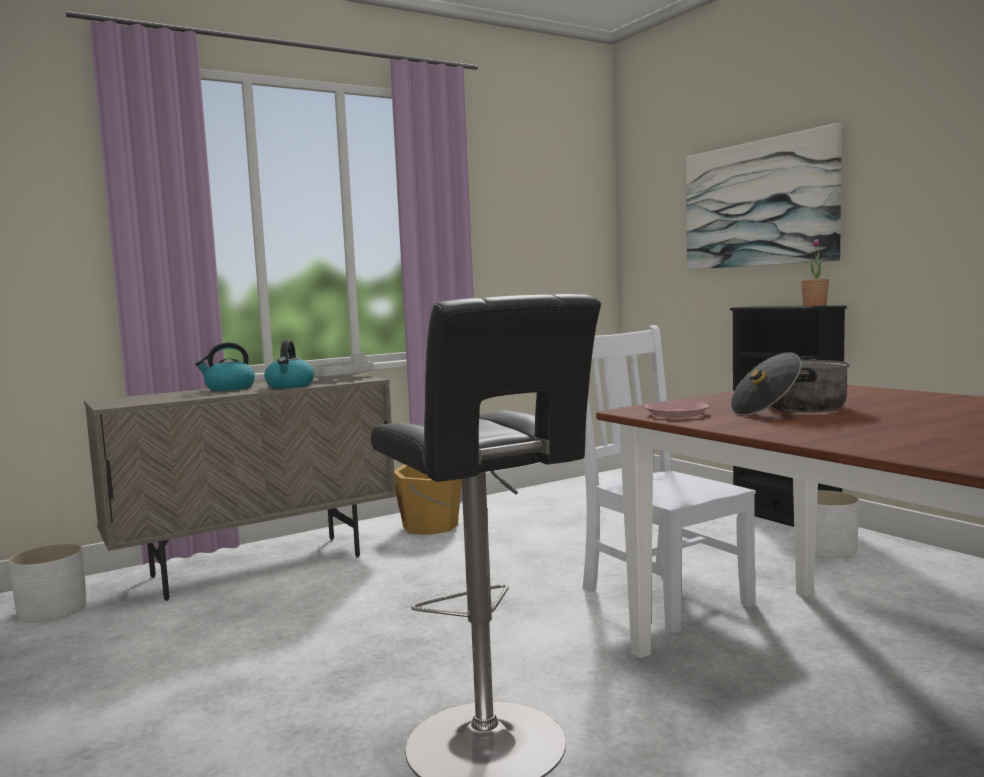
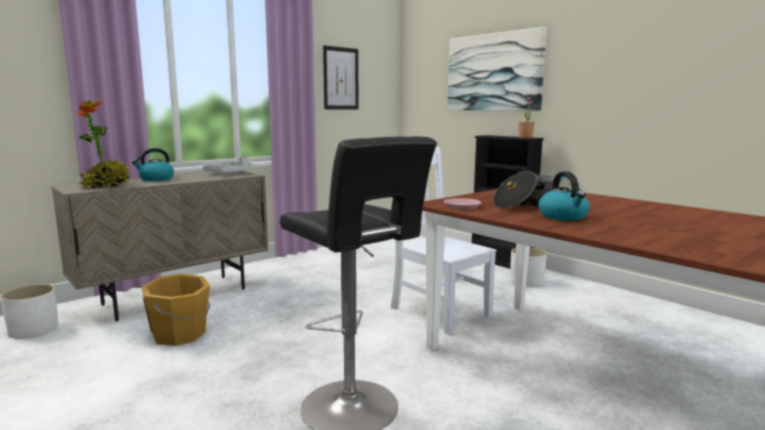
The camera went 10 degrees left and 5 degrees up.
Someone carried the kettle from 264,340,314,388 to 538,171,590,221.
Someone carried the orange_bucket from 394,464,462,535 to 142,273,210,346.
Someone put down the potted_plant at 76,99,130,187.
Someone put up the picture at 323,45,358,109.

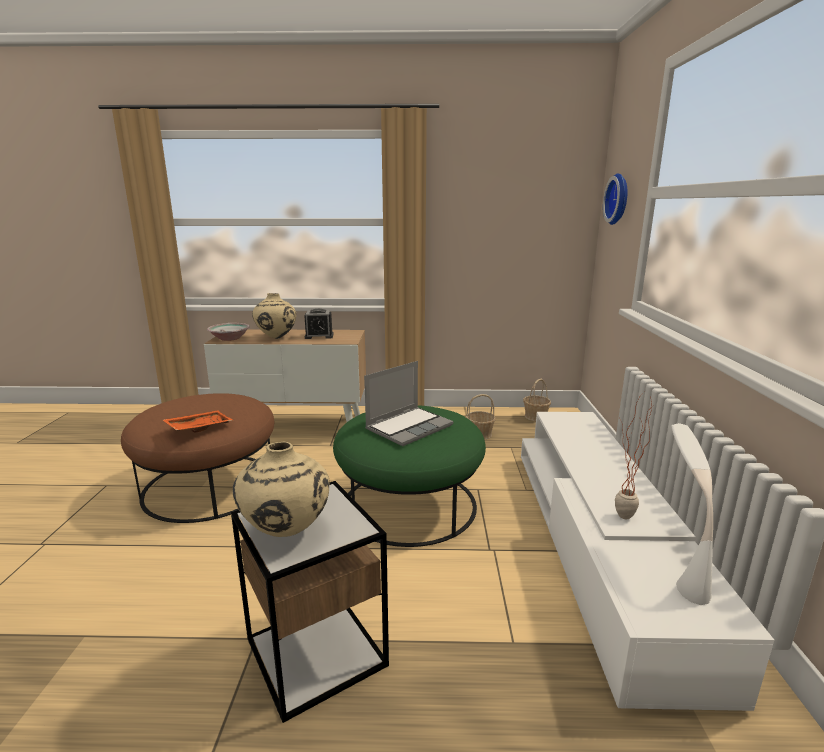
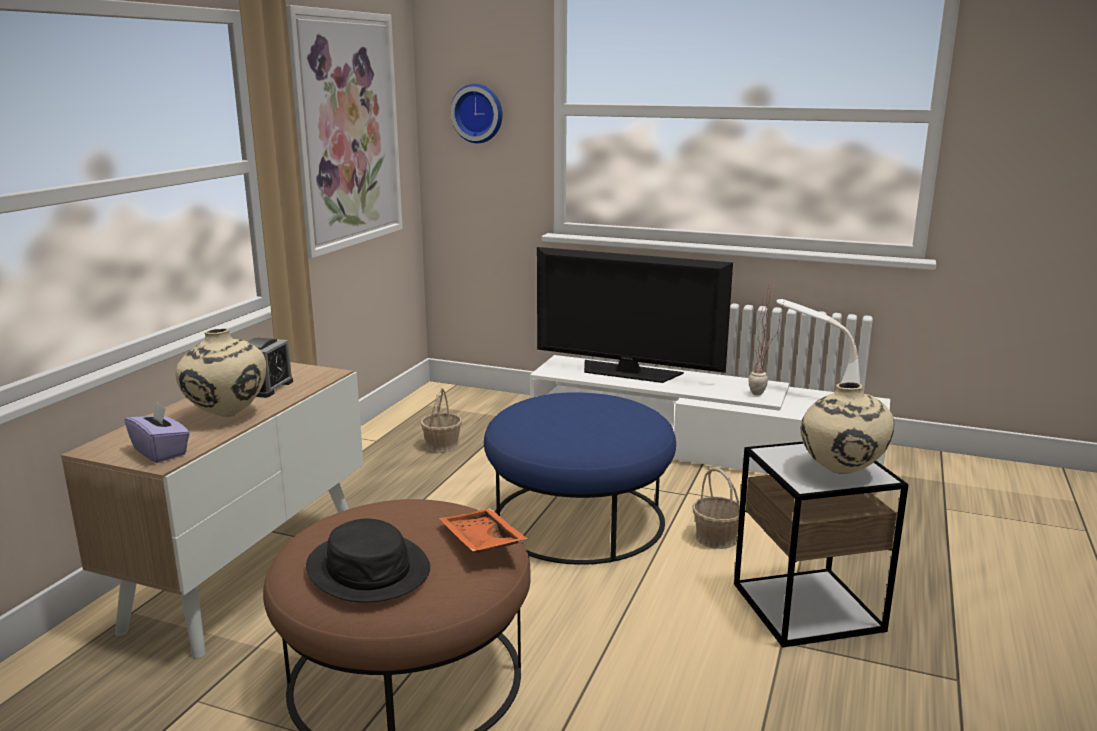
The camera went 70 degrees left and 0 degrees up.
Someone swapped the bowl at 207,323,250,341 for the purple_tissue_box at 125,401,190,463.
Someone repainted the green_ottoman at 333,405,486,547, which became the blue_ottoman at 484,392,676,565.
Someone took away the laptop at 364,361,453,446.
Someone carried the basket from 523,379,551,421 to 692,467,740,549.
Someone put up the picture at 286,5,403,259.
Someone put down the black_hat at 306,519,430,603.
Someone put down the television at 537,247,733,383.

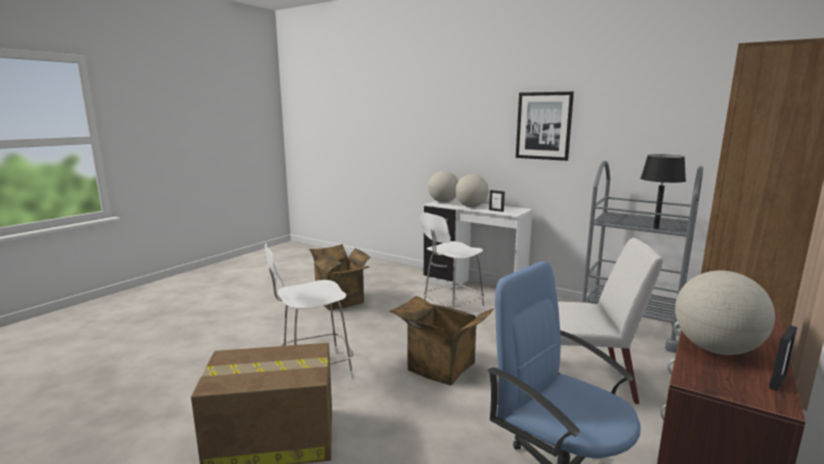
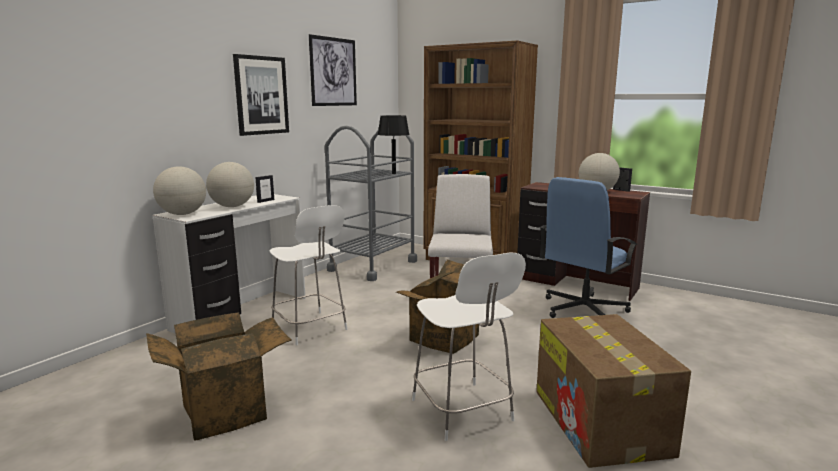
The camera went 90 degrees left and 0 degrees up.
Someone put up the picture at 309,34,357,106.

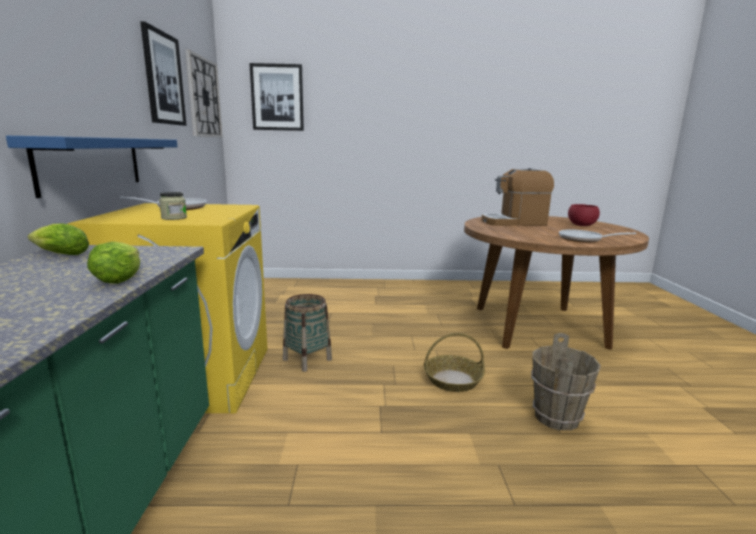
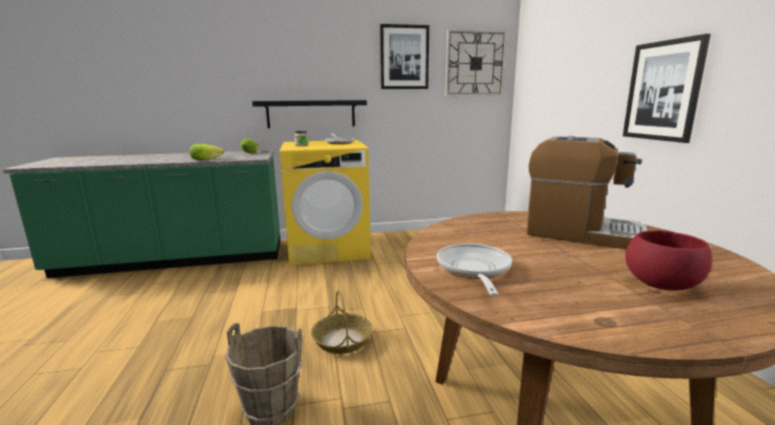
The camera went 80 degrees right and 0 degrees up.
Someone repainted the blue_shelf at 6,136,178,198, which became the black_shelf at 252,100,367,128.
Someone carried the picture from 249,63,304,131 to 623,34,711,143.
Someone took away the basket at 283,294,332,372.
Someone rotated the coffee_machine at 481,168,554,226 by 135 degrees clockwise.

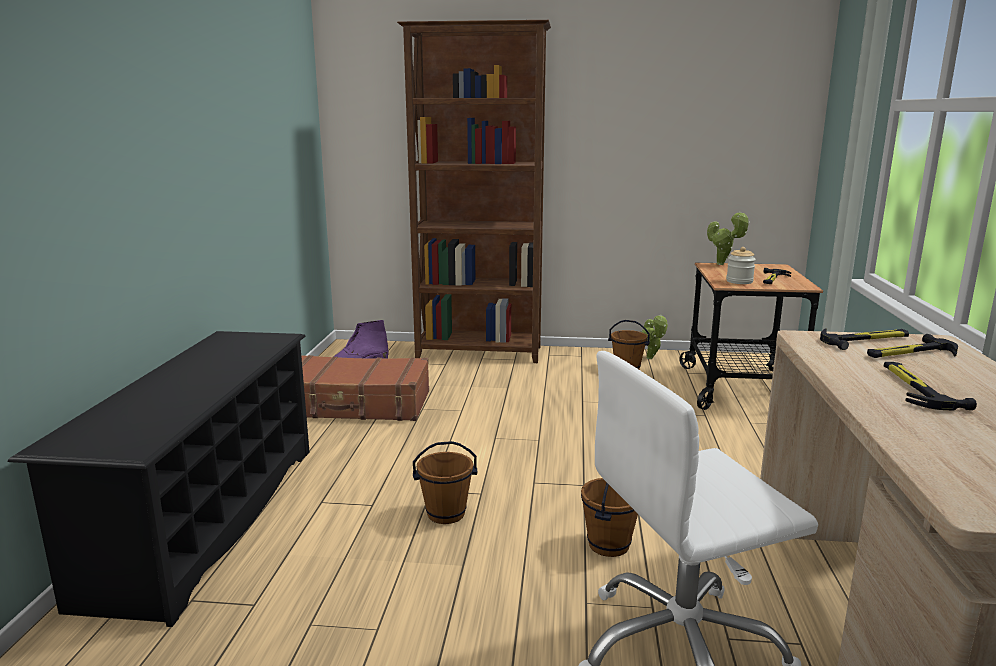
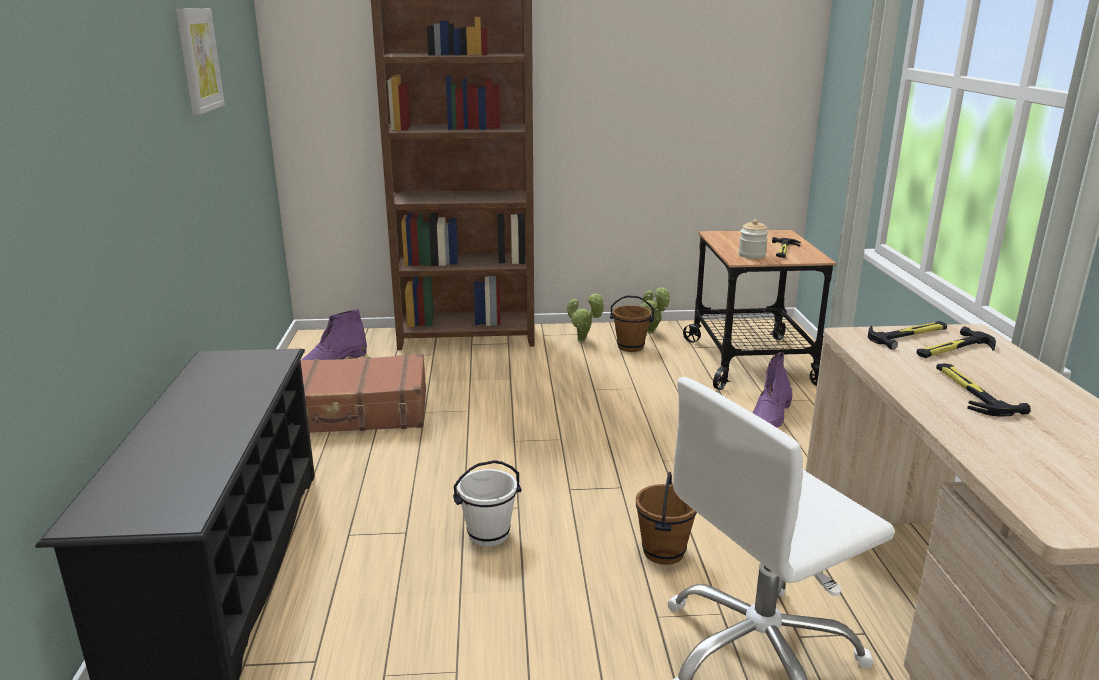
The camera went 10 degrees left and 5 degrees up.
Someone repainted the brown_bucket at 413,441,477,524, which became the white_bucket at 453,460,521,547.
Someone carried the potted_plant from 707,211,750,265 to 567,292,605,342.
Someone put up the picture at 176,8,225,115.
Someone put down the purple_boot at 753,352,793,428.

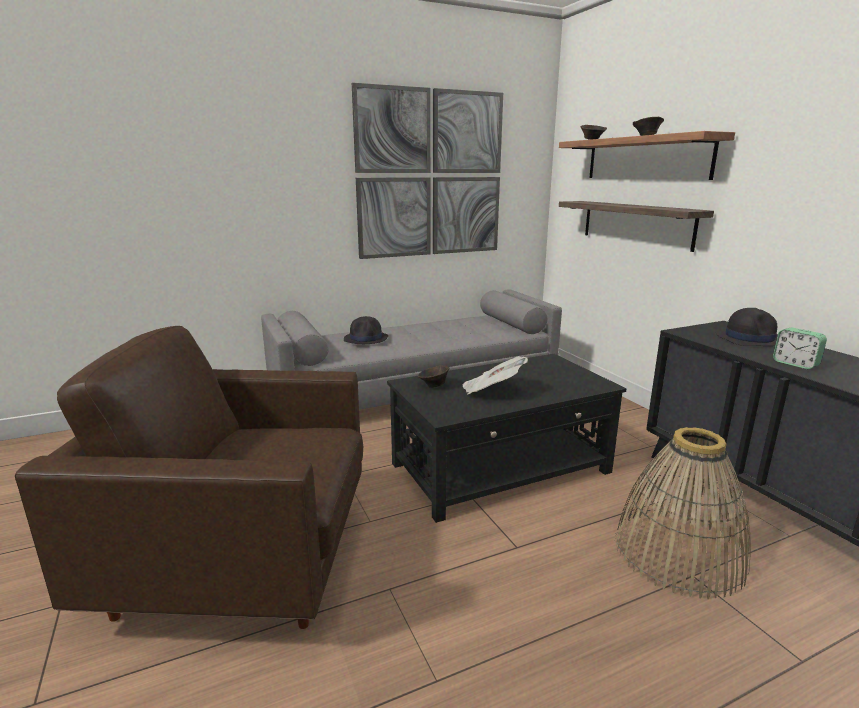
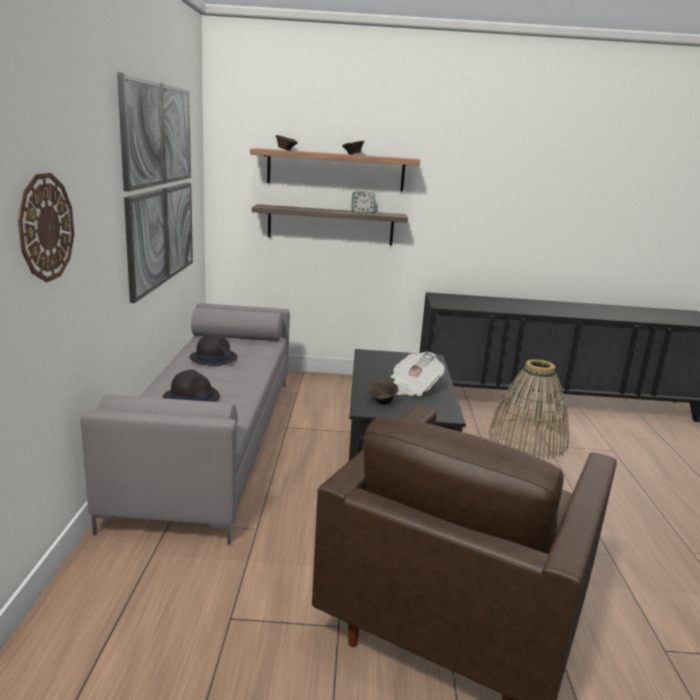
The camera went 65 degrees left and 0 degrees up.
Someone carried the black_hat from 716,308,778,346 to 190,334,238,366.
Someone carried the alarm_clock from 773,328,827,369 to 351,191,375,213.
Someone put up the wall_clock at 18,173,74,282.

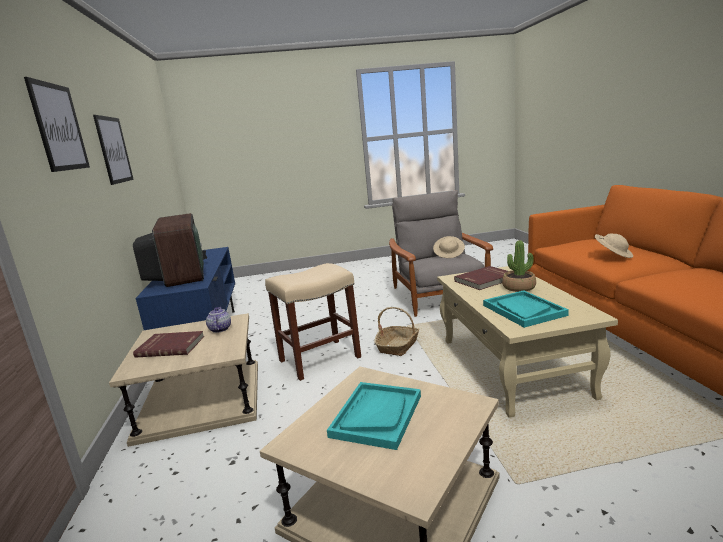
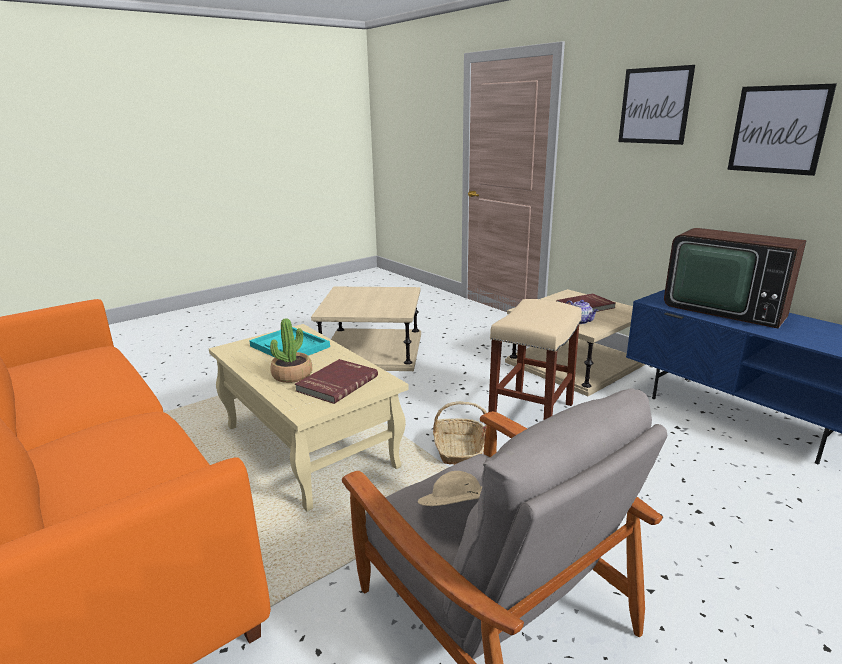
The camera went 150 degrees right and 5 degrees up.
Someone took away the turquoise_tray at 327,382,421,450.
Someone took away the beige_hat at 595,234,633,258.

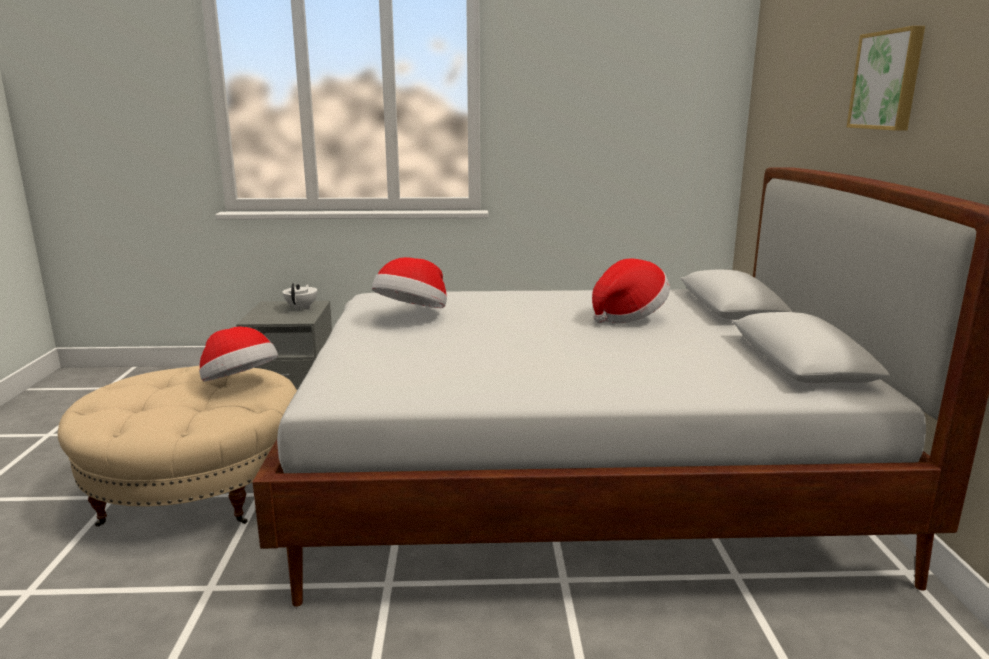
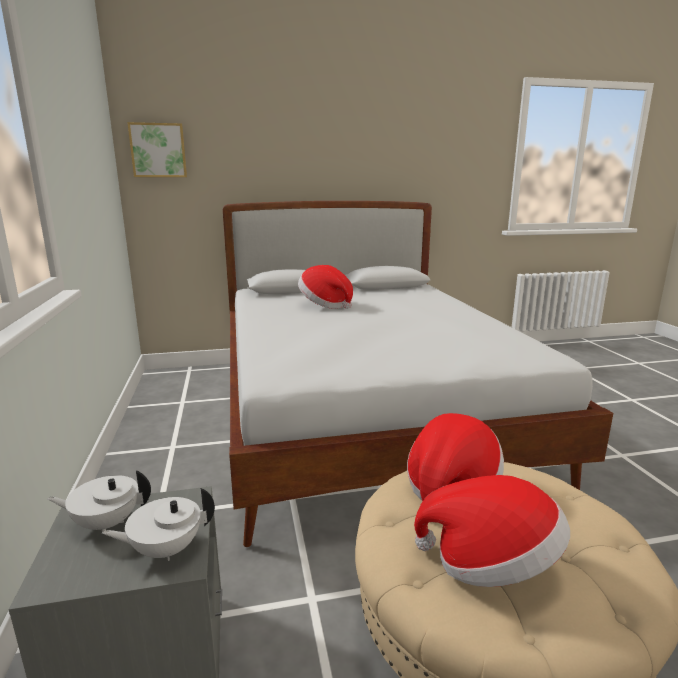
The camera went 100 degrees left and 0 degrees up.
Someone carried the hat from 372,257,447,308 to 414,475,570,587.
Someone carried the picture from 847,26,925,131 to 127,122,187,177.
Someone put down the white_teapot at 102,488,215,561.

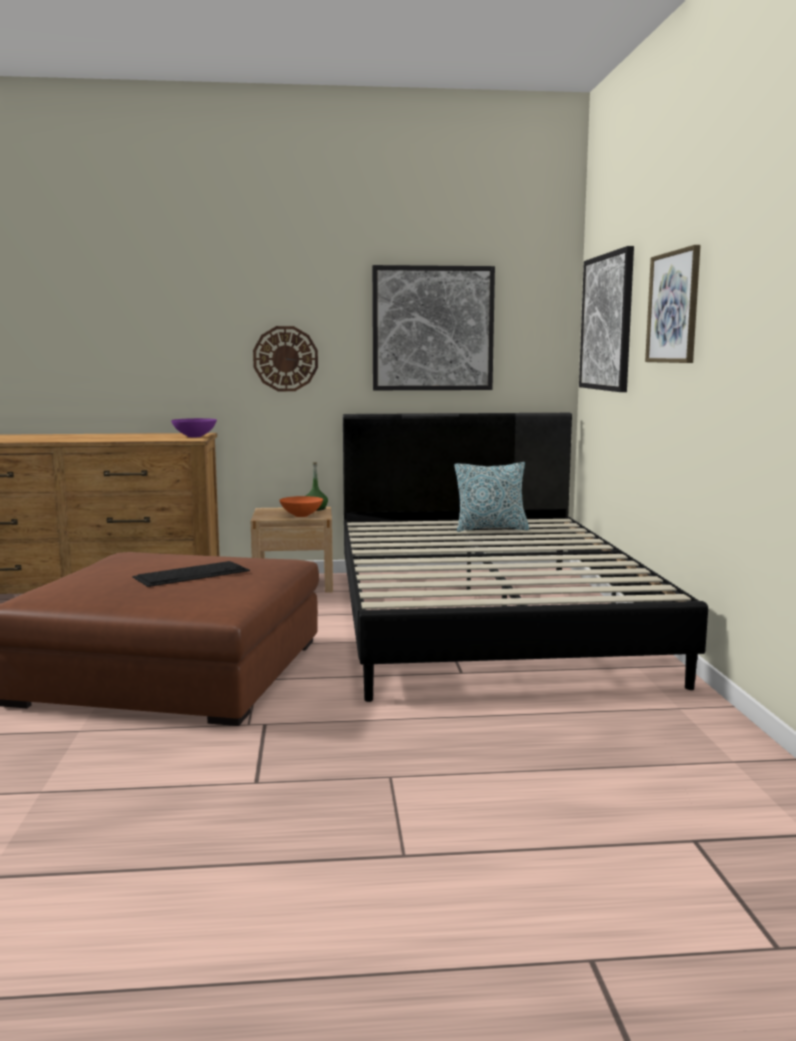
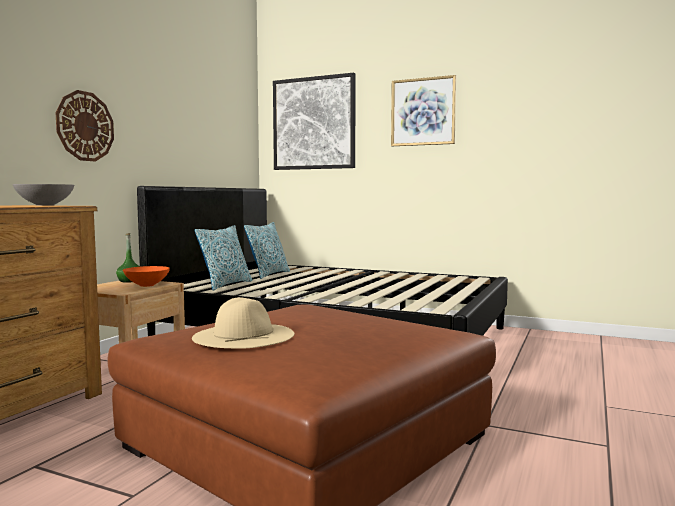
The camera went 60 degrees left and 5 degrees down.
Someone took away the keyboard at 132,561,250,587.
Someone repainted the purple_bowl at 171,418,217,437, which became the grey_bowl at 13,184,74,206.
Someone took away the picture at 372,265,495,390.
Someone put down the beige_hat at 192,297,294,349.
Someone put down the pillow at 195,225,252,291.

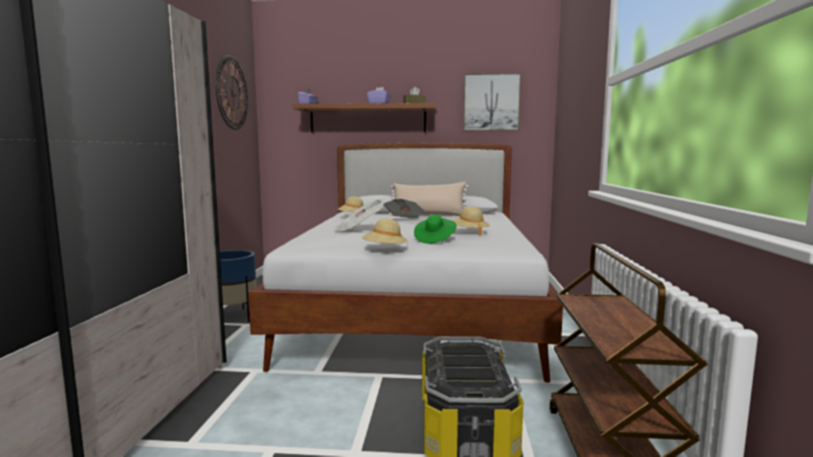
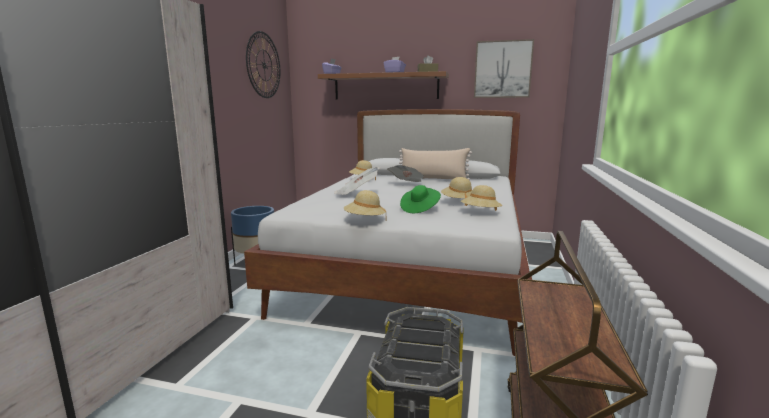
The camera went 10 degrees right and 5 degrees up.
Someone put down the beige_hat at 461,185,502,211.

